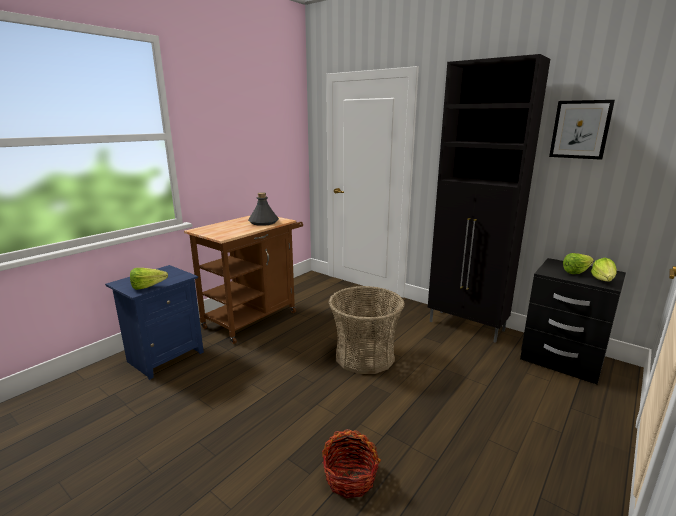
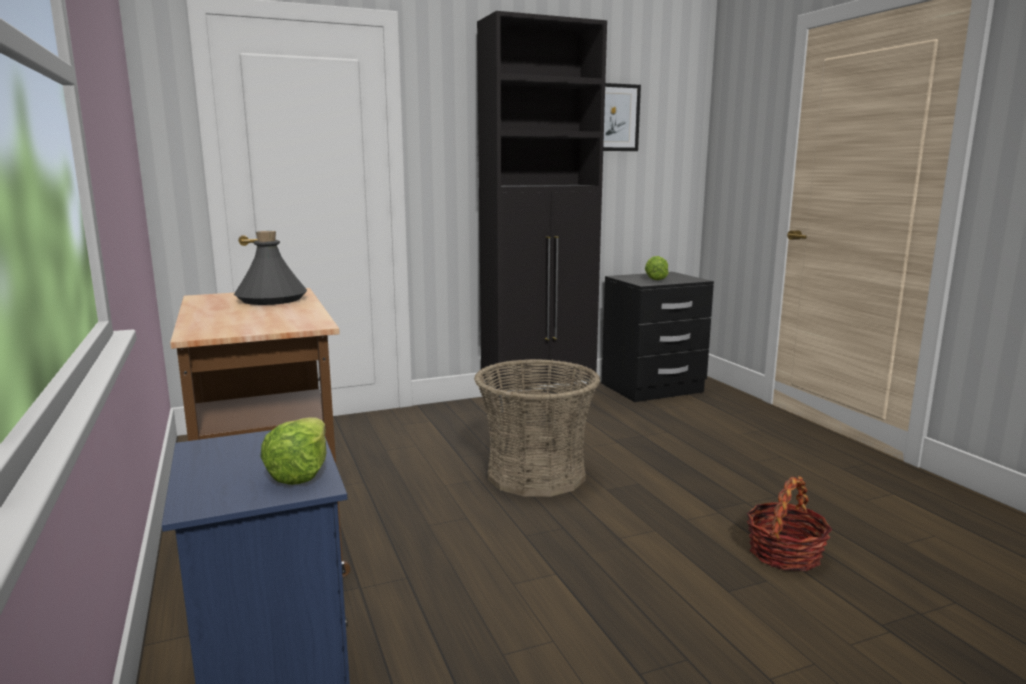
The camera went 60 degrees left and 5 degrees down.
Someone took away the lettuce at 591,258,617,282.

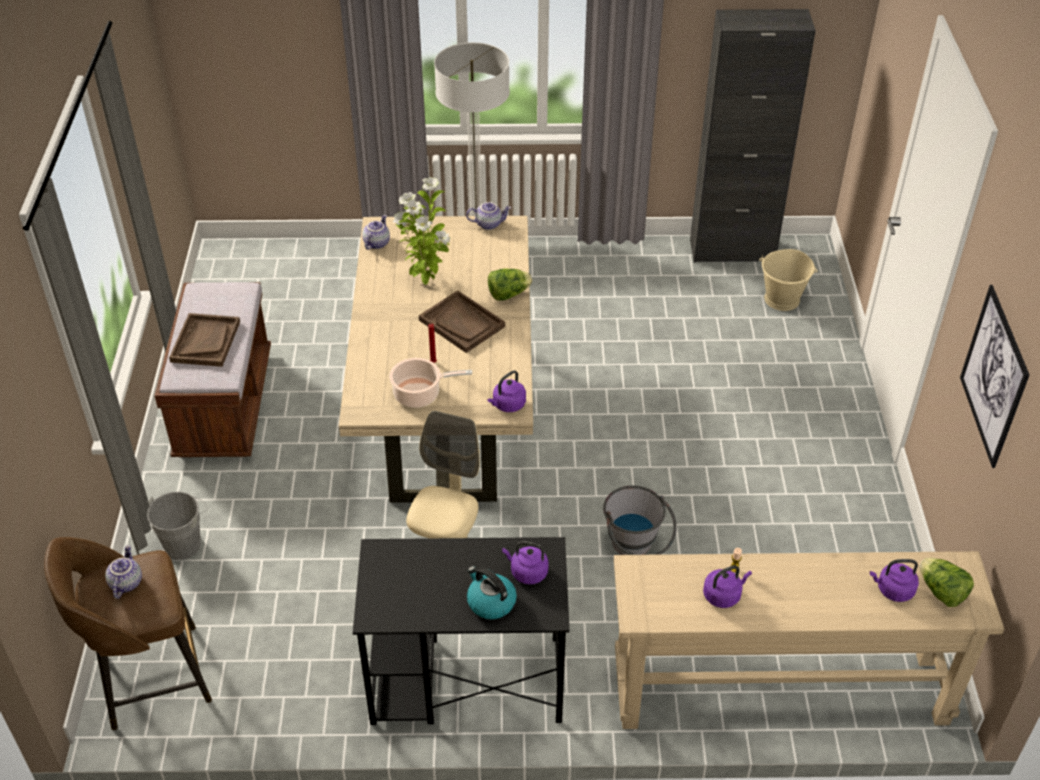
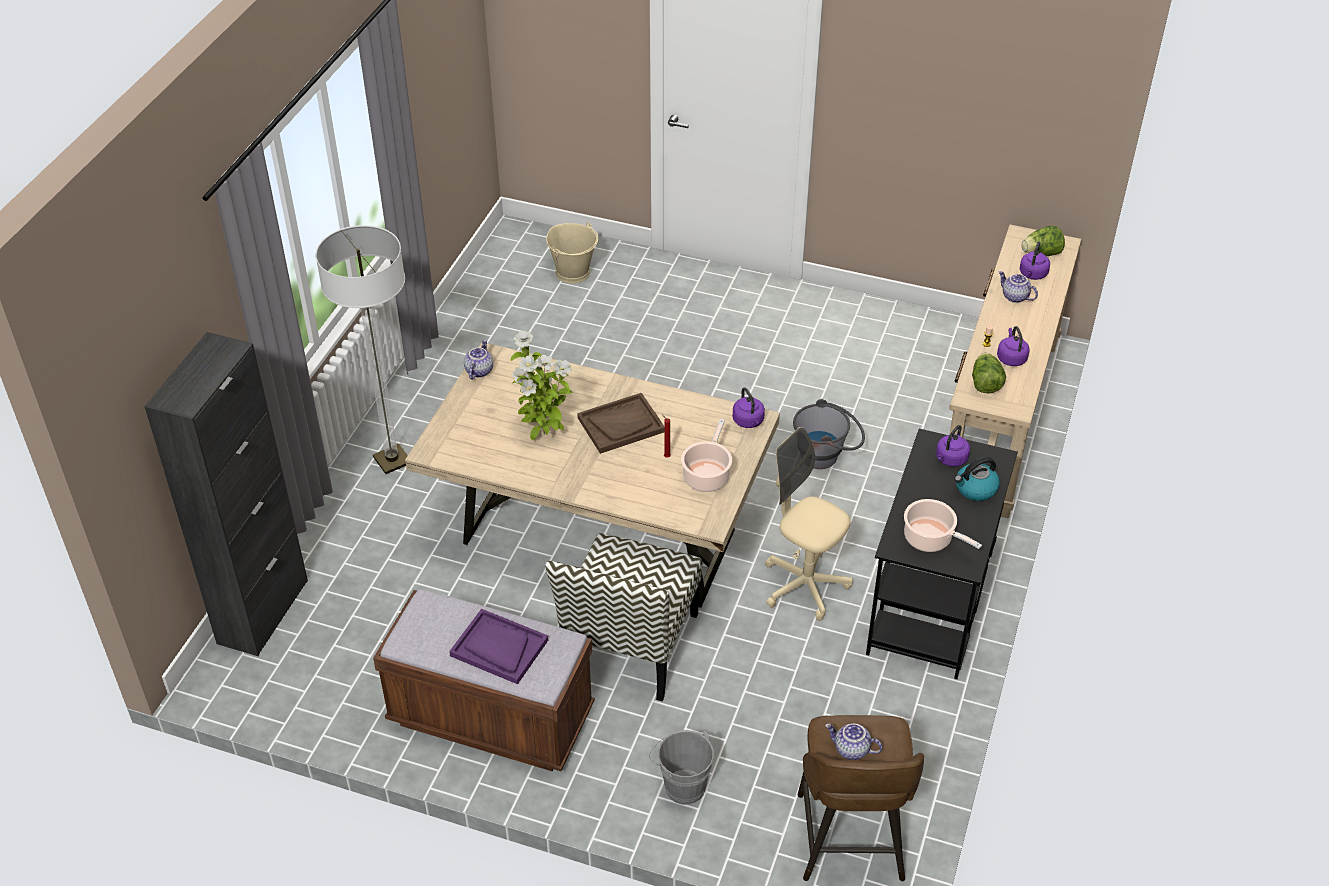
The camera went 70 degrees left and 0 degrees up.
Someone repainted the brown_tray at 169,313,240,367, which became the purple_tray at 449,609,548,684.
Someone carried the teapot from 362,215,390,250 to 998,271,1038,303.
Someone carried the lettuce from 488,268,532,301 to 972,353,1006,394.
Someone carried the black_cabinet from 690,9,816,263 to 144,332,308,656.
Someone took away the picture at 960,285,1029,468.
Someone put down the chair at 545,533,702,701.
Someone put down the cooking_pot at 904,499,982,552.

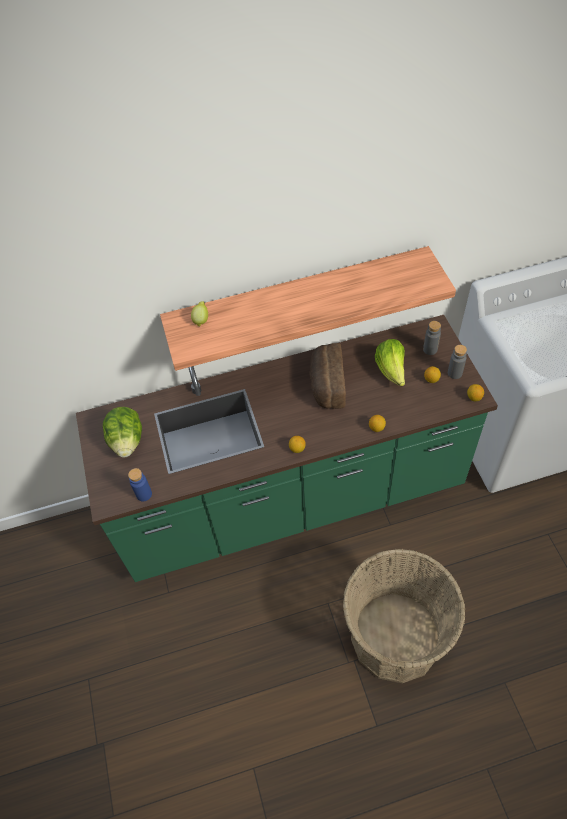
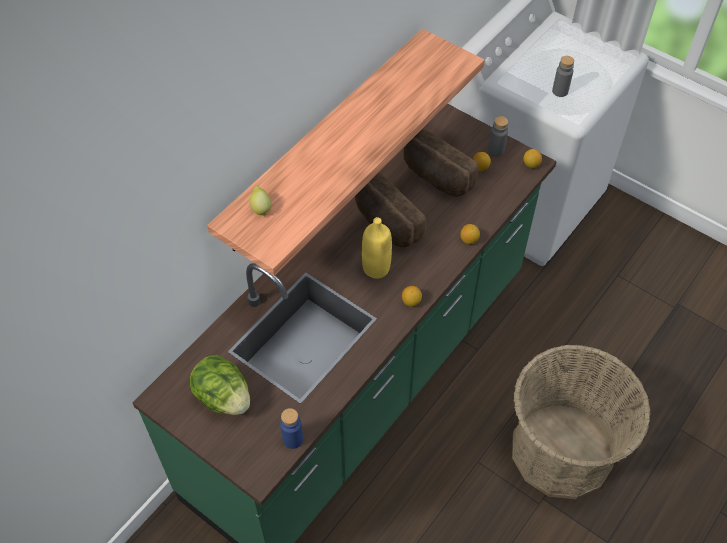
The camera went 40 degrees left and 0 degrees up.
Someone swapped the lettuce at 375,339,405,386 for the bread at 403,129,479,197.
Someone carried the grey_bottle from 423,321,441,355 to 552,56,574,97.
Someone put down the yellow_bottle at 362,217,392,279.

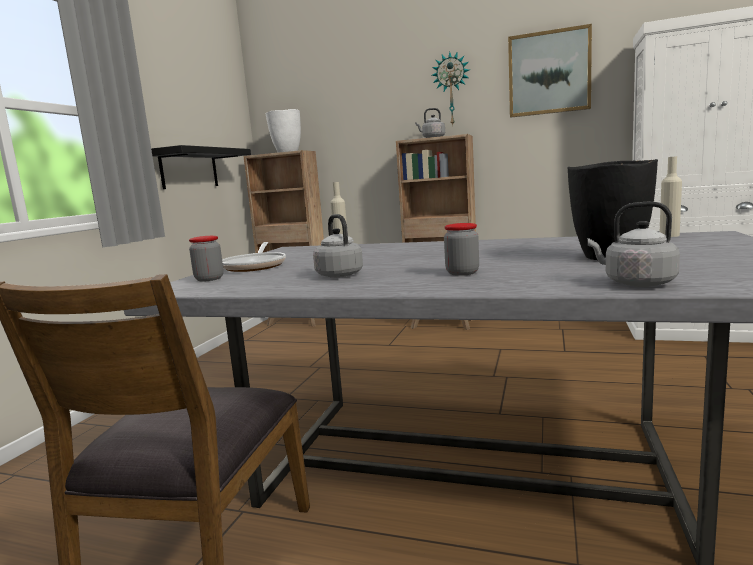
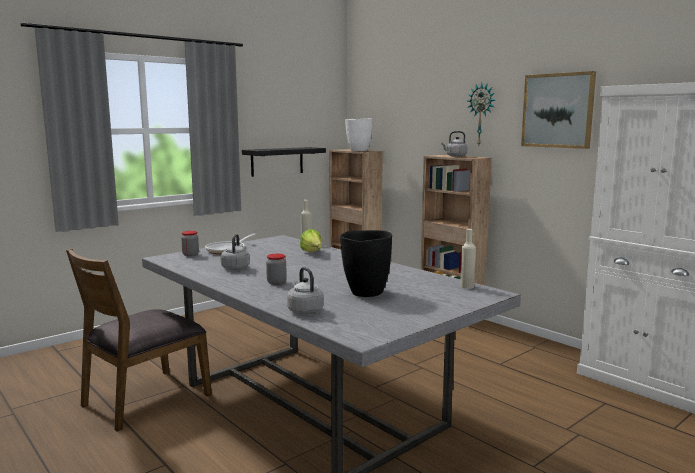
The camera went 30 degrees right and 0 degrees up.
Someone put down the lettuce at 300,229,322,252.

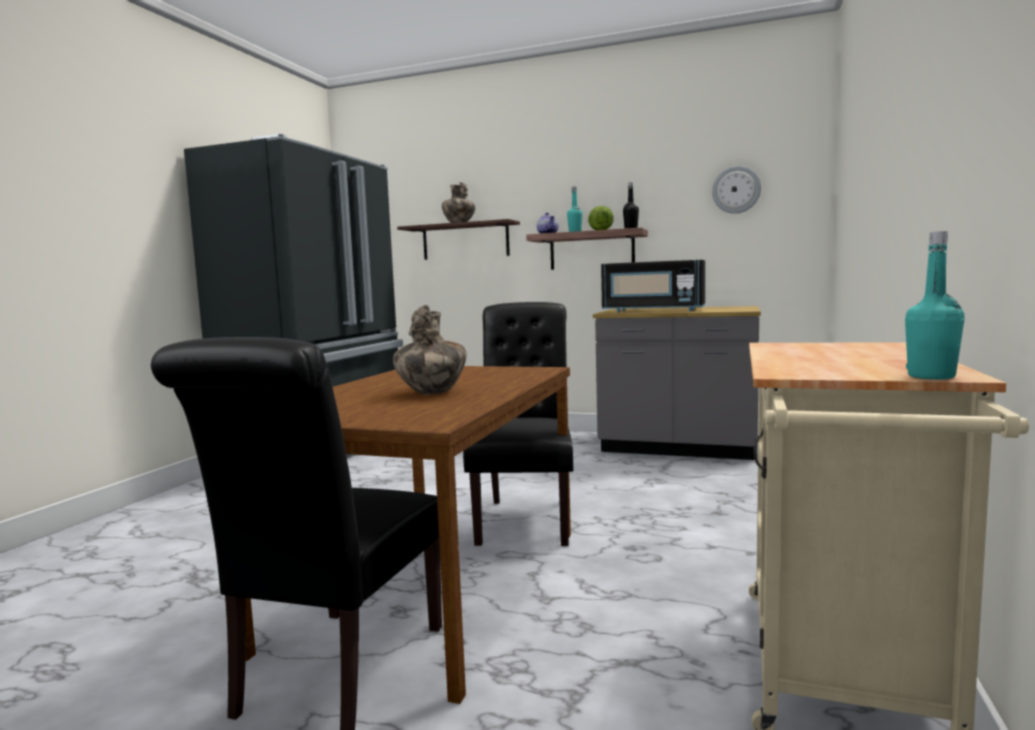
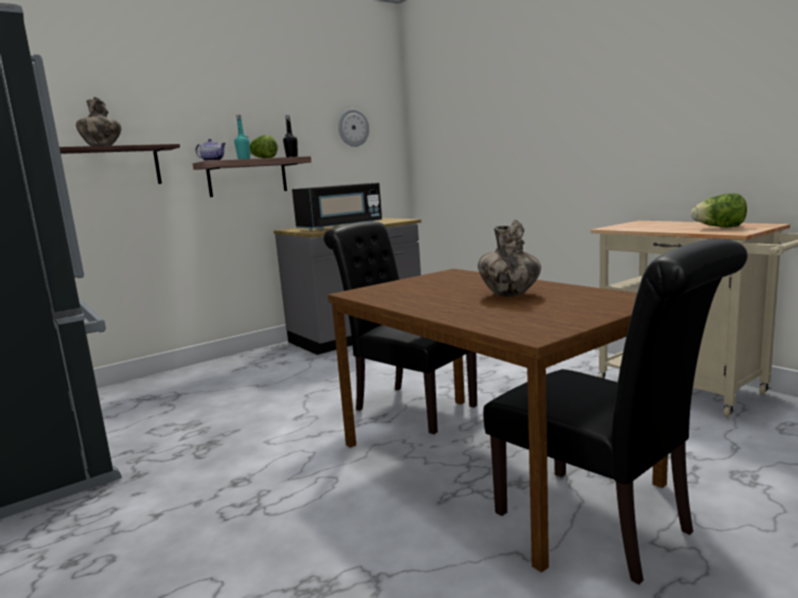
The camera went 55 degrees left and 5 degrees up.
Someone took away the turquoise_bottle at 905,231,964,379.
Someone put down the lettuce at 691,193,747,227.

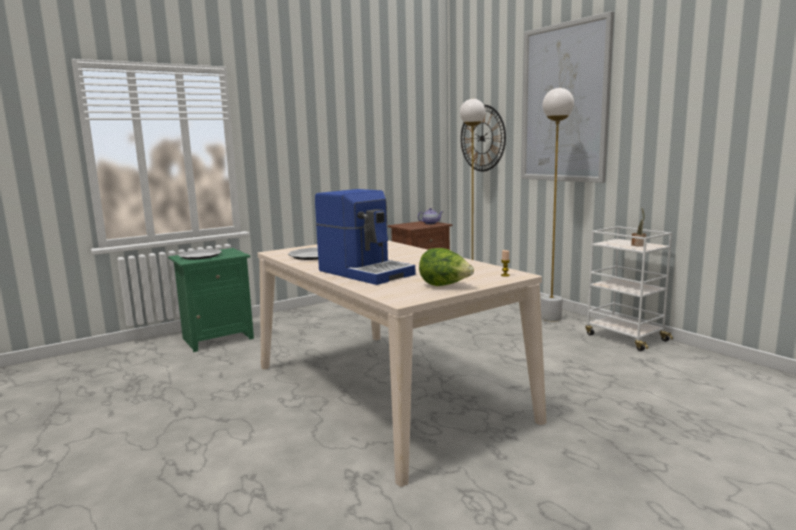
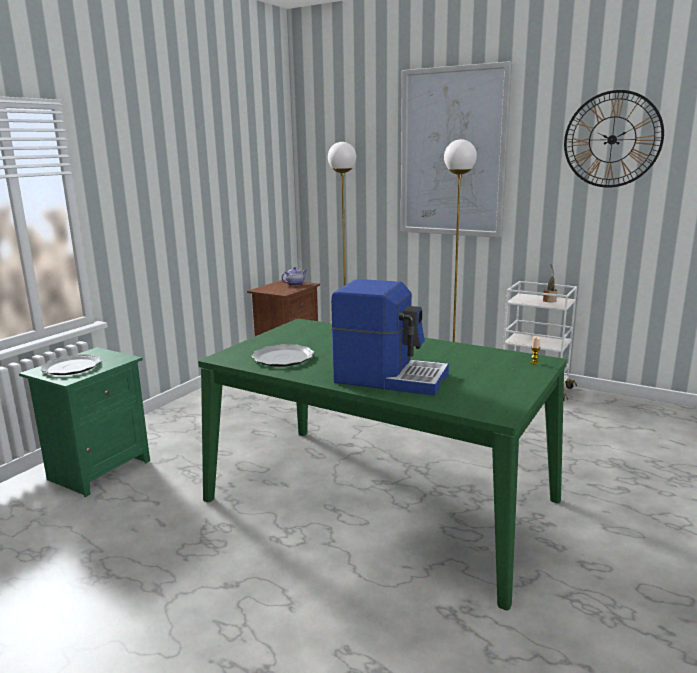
The camera went 25 degrees left and 5 degrees up.
Someone repainted the beige_dining_table at 257,240,546,487, which became the green_dining_table at 198,319,567,610.
Someone took away the lettuce at 419,248,474,286.
Someone carried the wall_clock from 461,105,506,171 to 564,90,664,188.

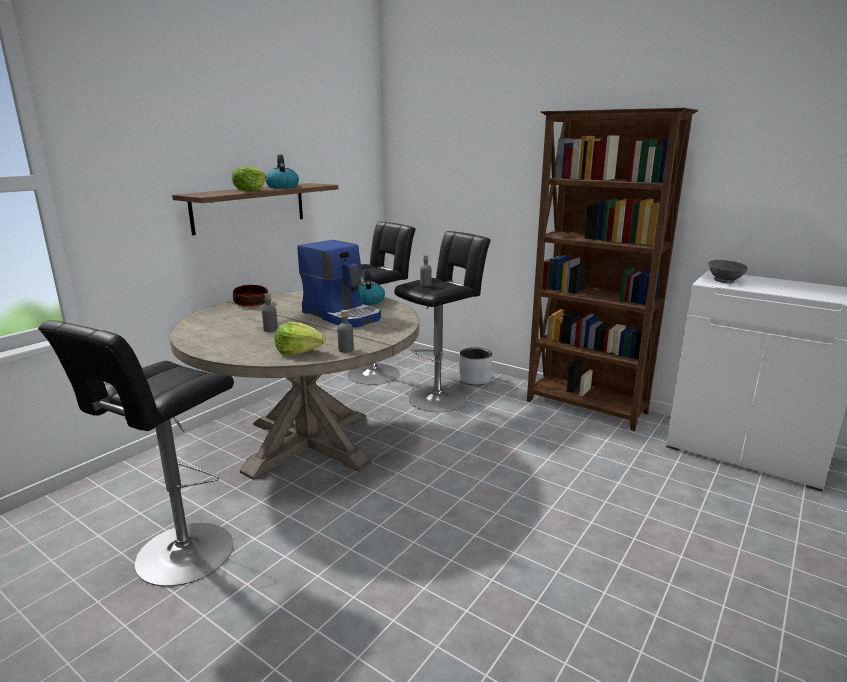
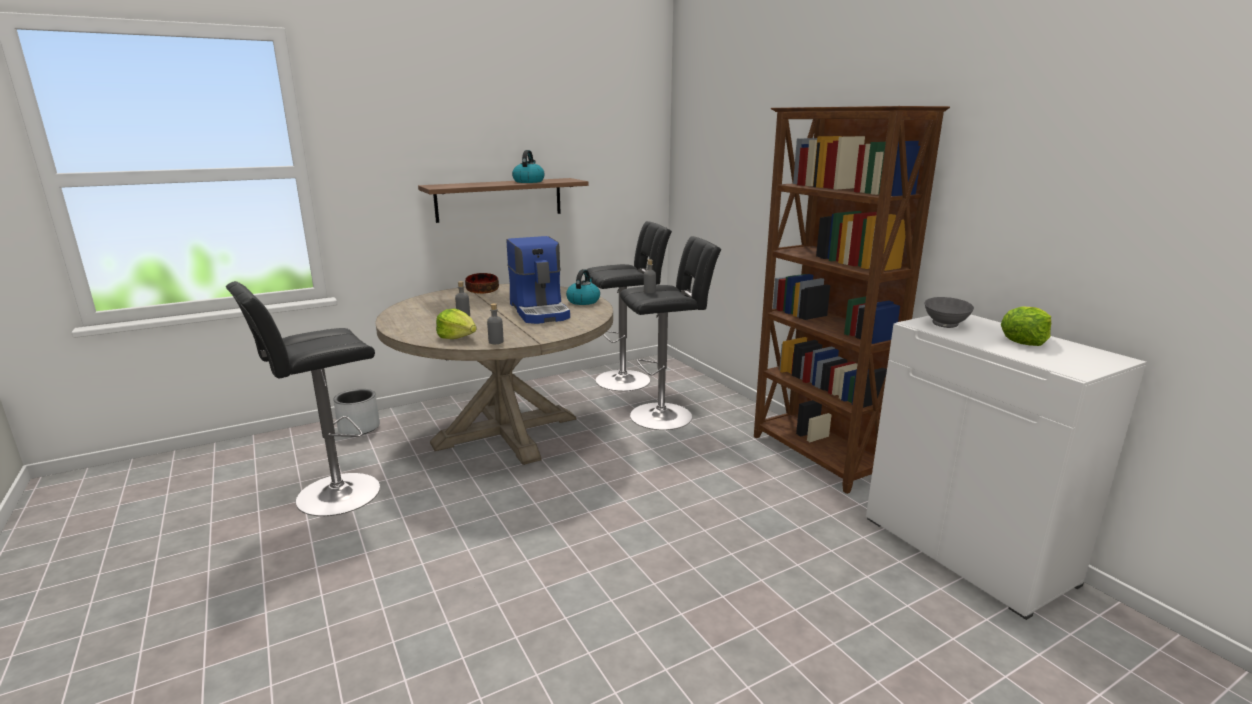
The camera went 25 degrees right and 0 degrees up.
Someone carried the lettuce from 232,166,266,191 to 1001,306,1051,346.
Someone carried the grey_planter from 459,347,492,385 to 333,389,380,435.

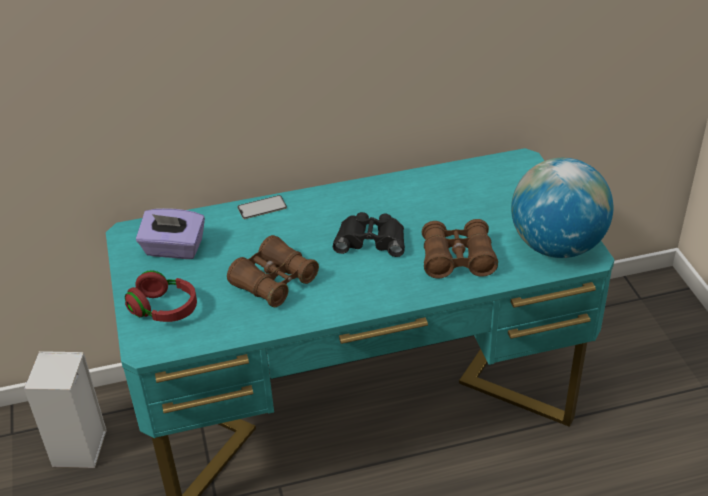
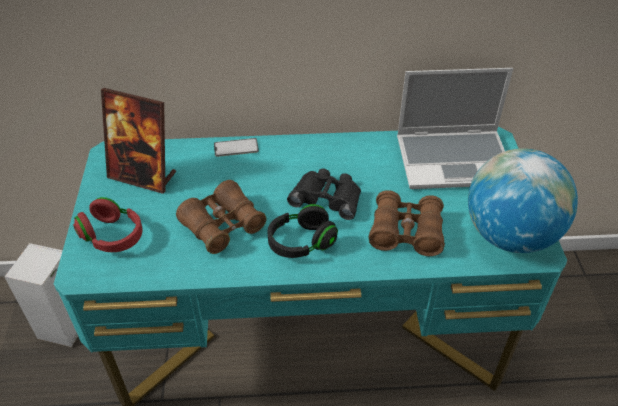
The camera went 10 degrees right and 5 degrees up.
Someone swapped the purple_tissue_box at 136,208,205,259 for the picture_frame at 101,88,176,194.
Someone put down the black_headphones at 267,204,338,258.
Someone put down the laptop at 397,68,513,189.

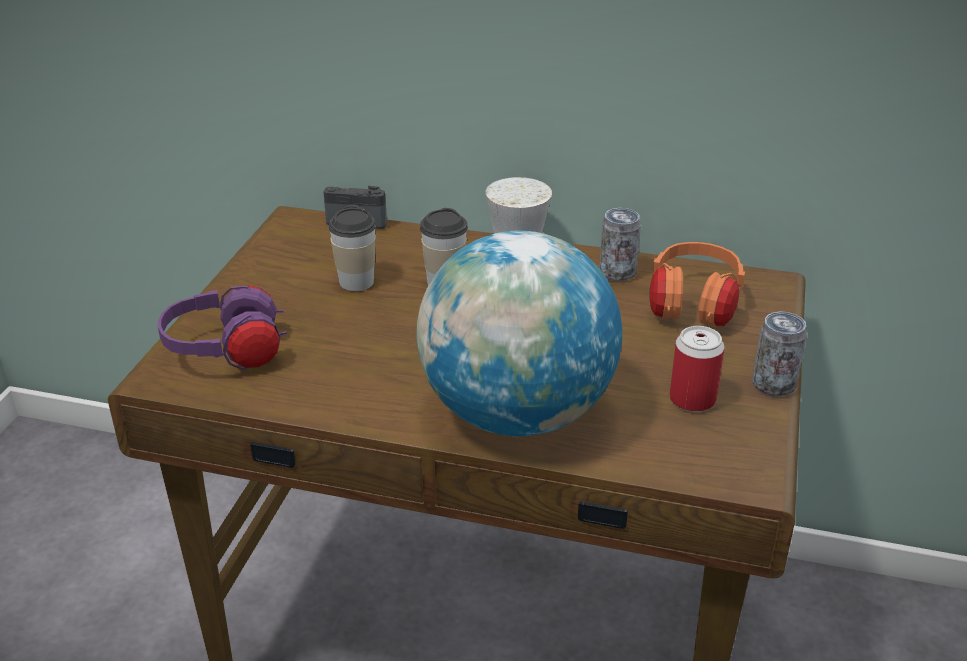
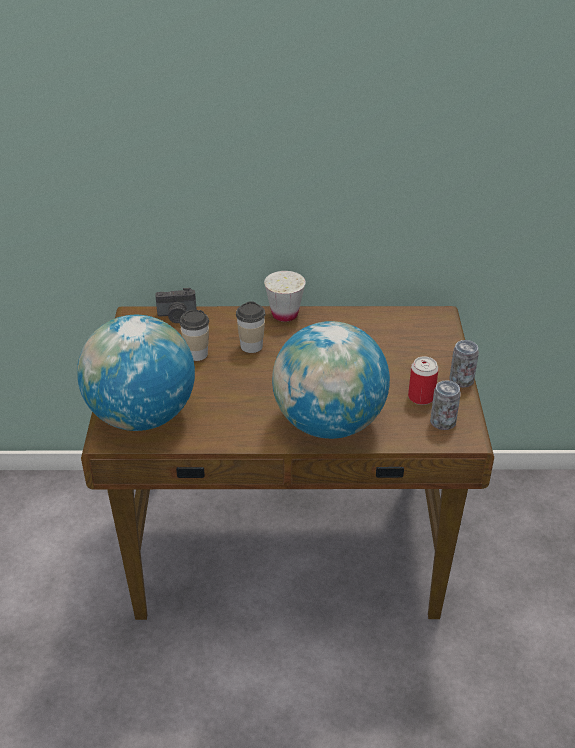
The camera went 15 degrees left and 5 degrees up.
Someone swapped the purple_headphones at 158,286,287,370 for the globe at 77,315,195,431.
Someone carried the can from 599,208,641,282 to 430,380,461,430.
Someone took away the orange_headphones at 649,242,745,327.

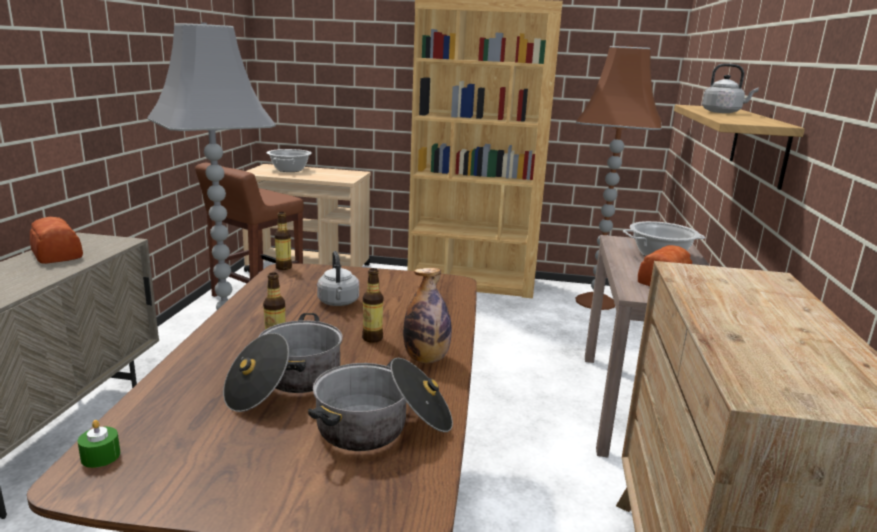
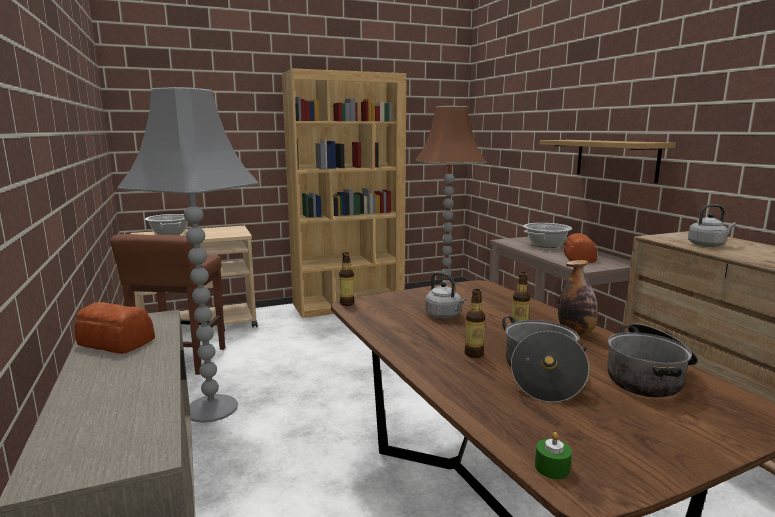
The camera went 30 degrees left and 5 degrees down.
Someone carried the grey_kettle from 702,63,759,113 to 688,204,736,247.

